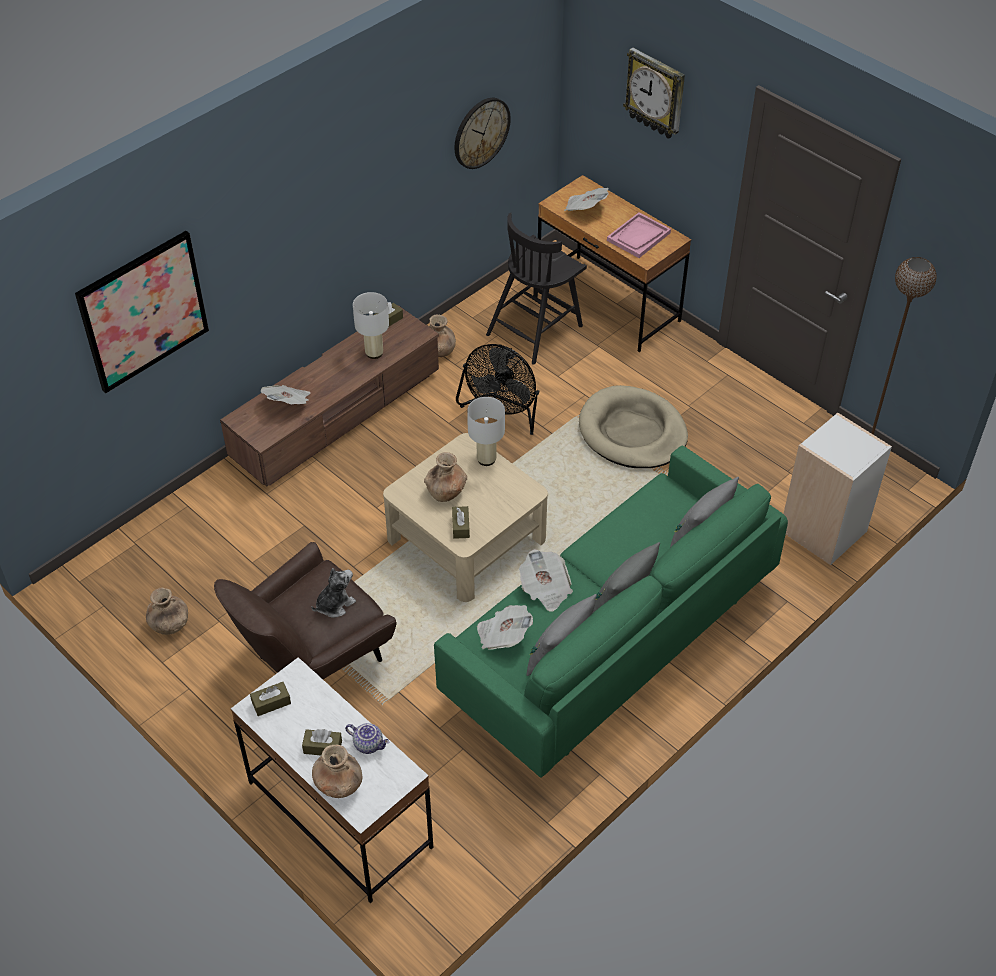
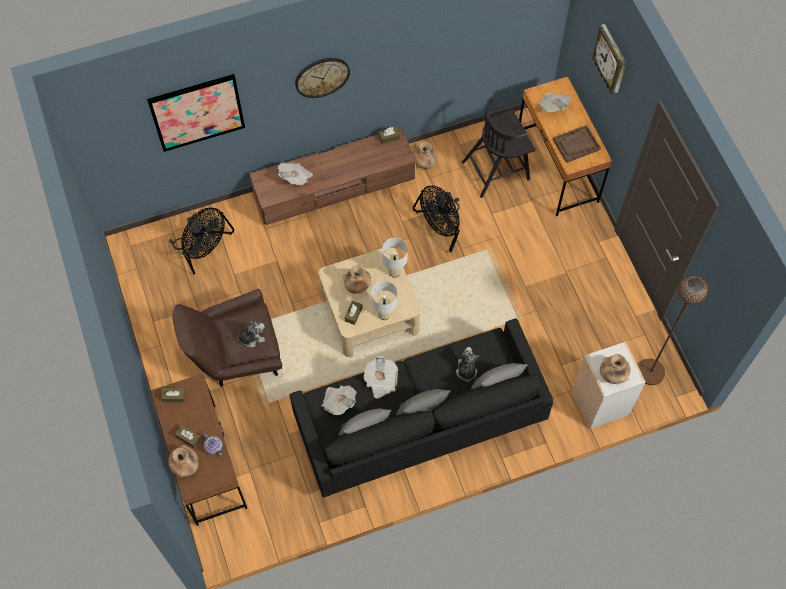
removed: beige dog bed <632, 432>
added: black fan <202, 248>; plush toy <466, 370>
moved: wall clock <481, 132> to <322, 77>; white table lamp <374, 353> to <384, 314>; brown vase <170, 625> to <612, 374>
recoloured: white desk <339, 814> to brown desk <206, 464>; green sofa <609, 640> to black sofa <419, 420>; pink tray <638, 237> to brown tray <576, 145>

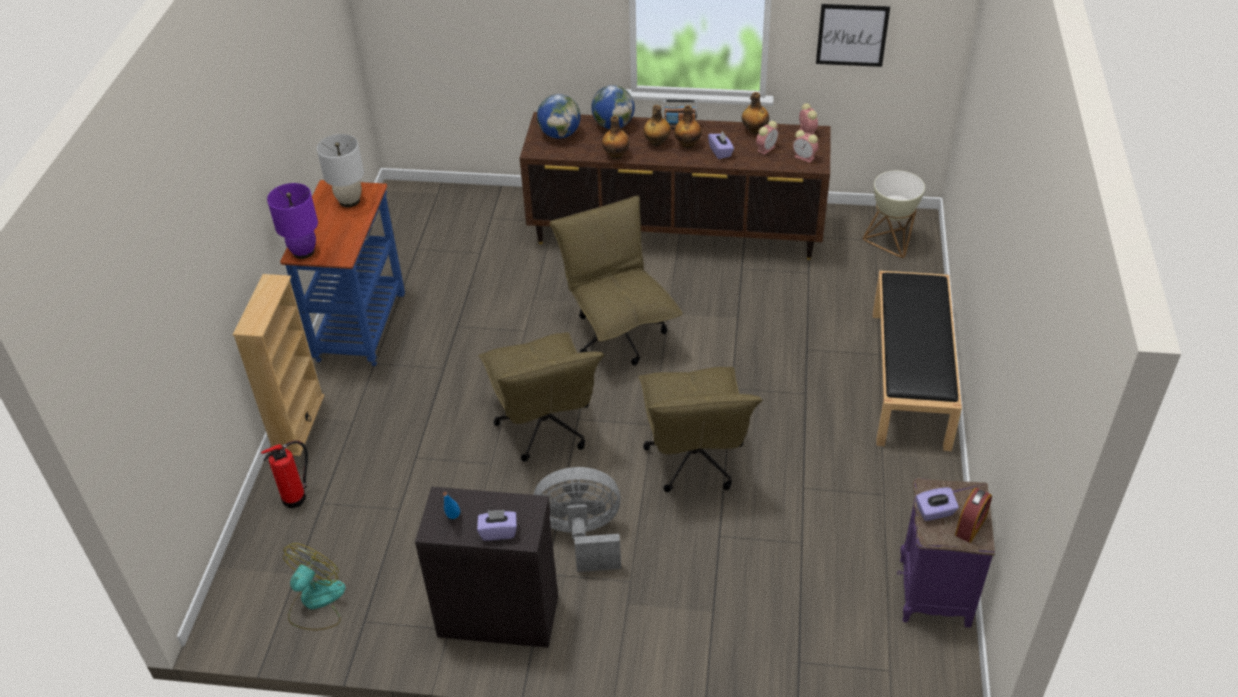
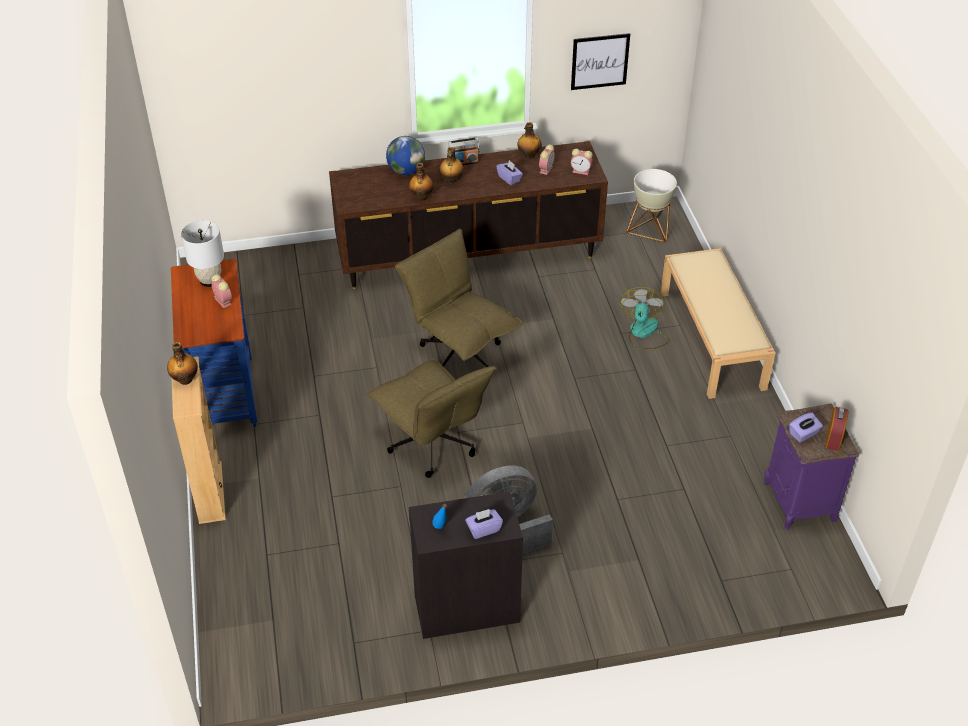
removed: fire extinguisher <296, 497>; purple table lamp <303, 251>; globe <560, 134>; beige office chair <694, 457>
moved: bottle <688, 144> to <185, 379>; alarm clock <806, 131> to <222, 301>; fan <316, 602> to <644, 333>
recoloured: black bench <910, 379> to beige bench <712, 340>

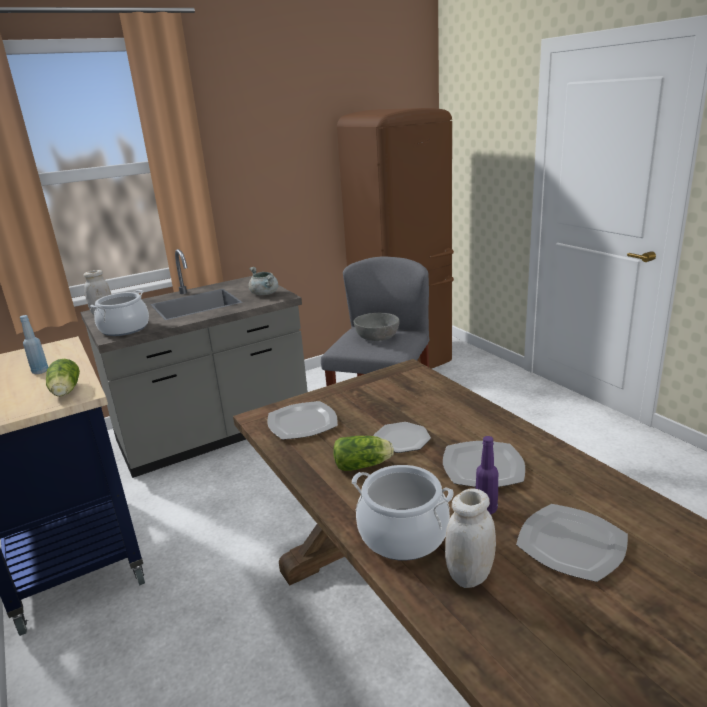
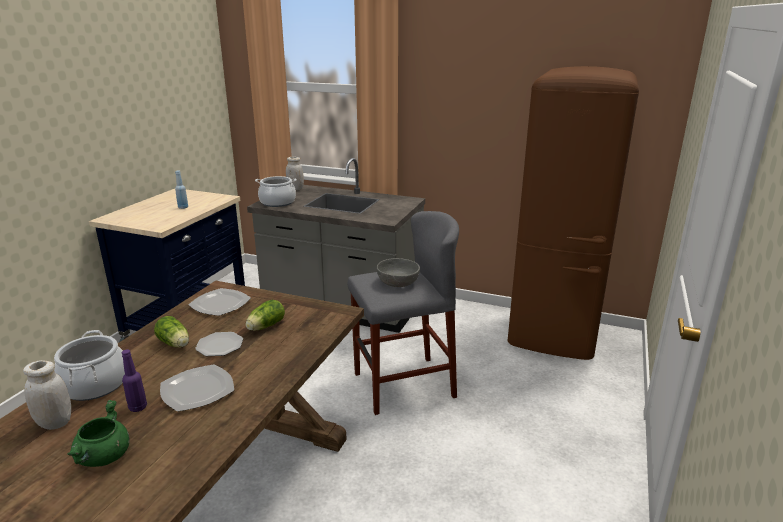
removed: grey cooking pot <265, 294>
moved: lettuce <65, 392> to <264, 326>
replaced: plate <572, 544> to green cooking pot <104, 457>

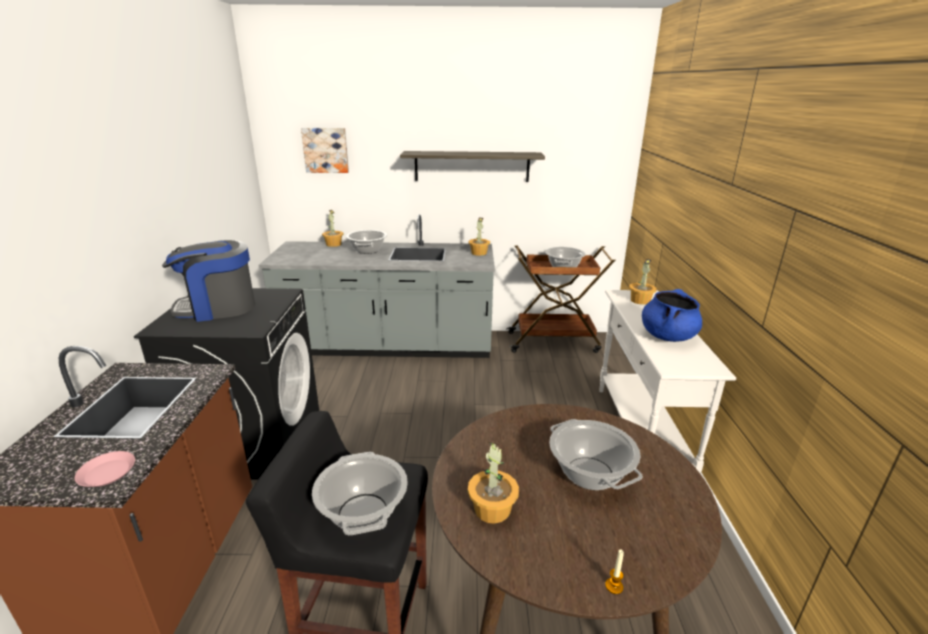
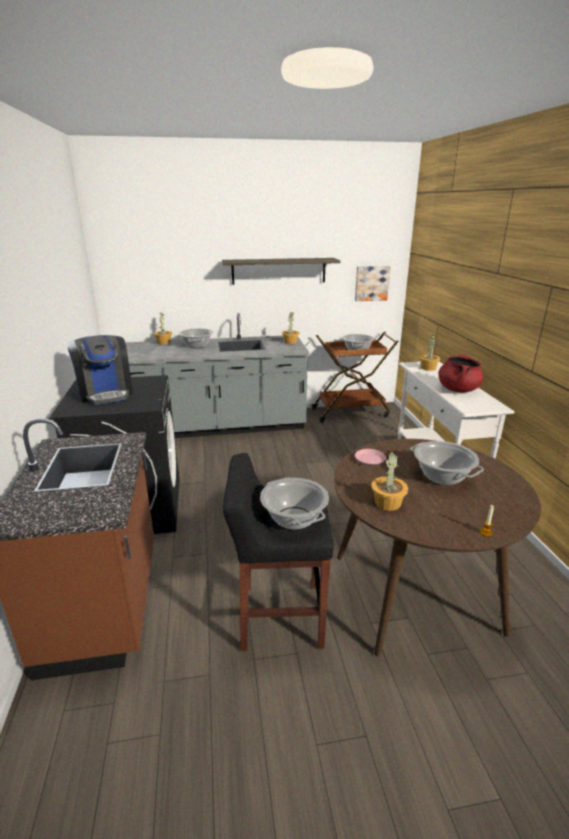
moved: picture <326, 150> to <371, 283>; pink plate <107, 472> to <370, 459>
recoloured: blue cooking pot <667, 336> to red cooking pot <458, 389>
turned: coffee machine <218, 308> = <106, 393> 90 degrees counterclockwise

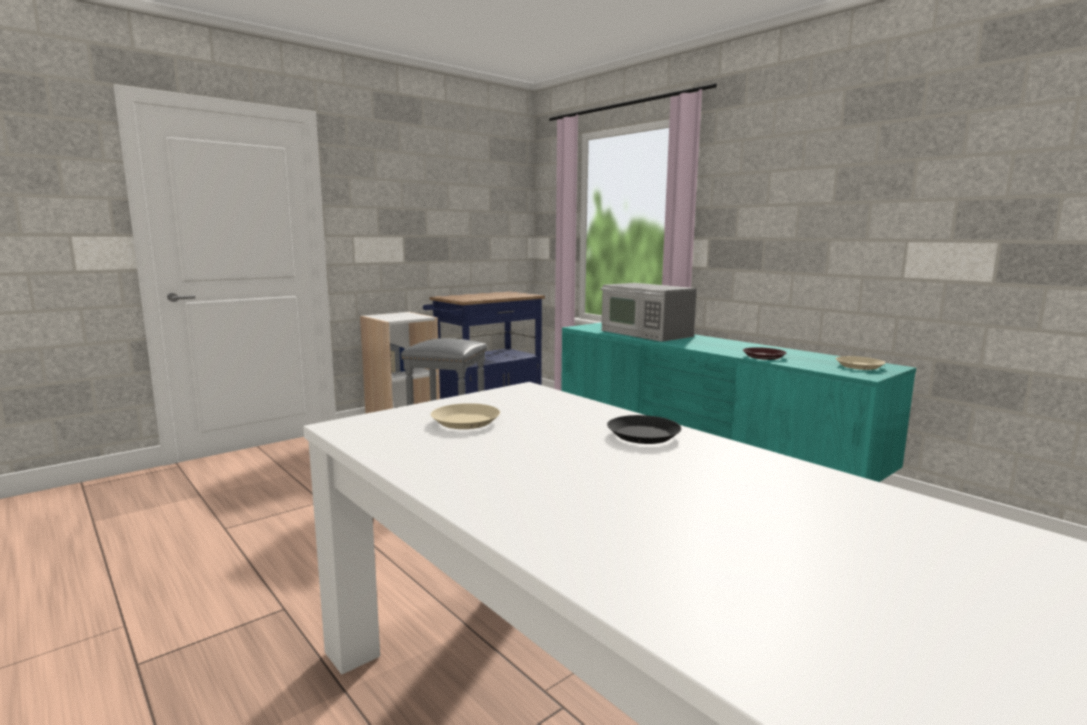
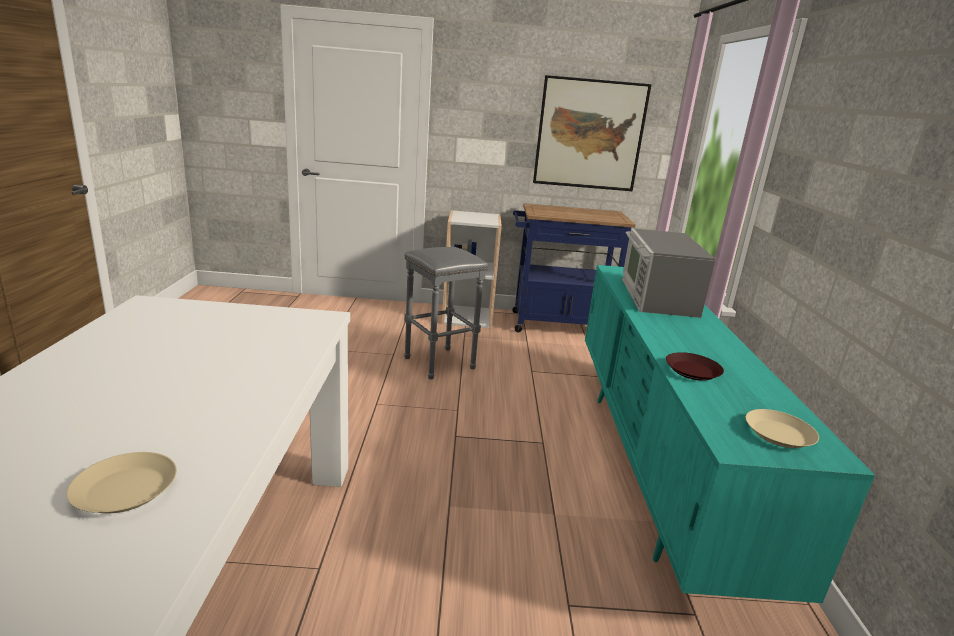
removed: black plate <643, 435>
added: picture <589, 134>
moved: beige plate <466, 421> to <125, 491>

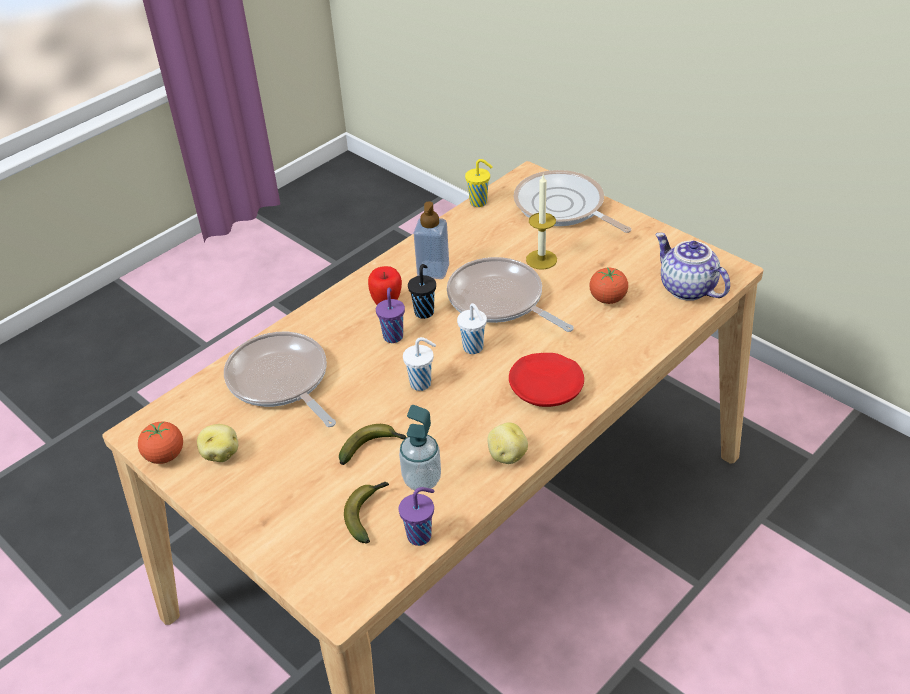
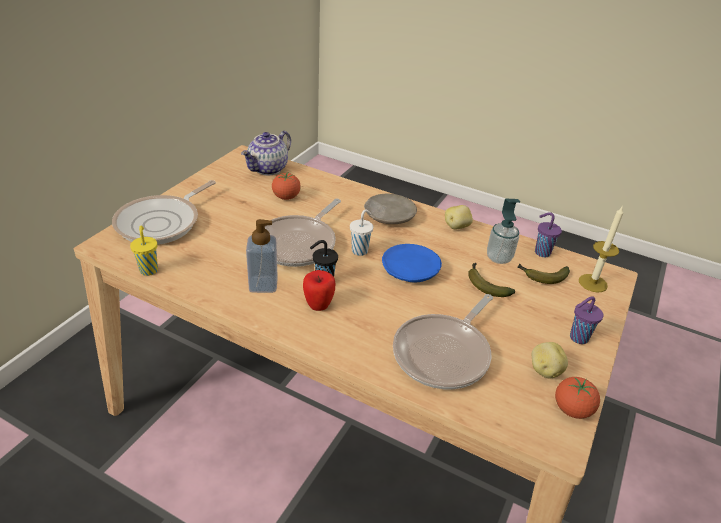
moved: purple cup <393, 336> to <577, 338>; candle <541, 259> to <592, 283>
replaced: white cup <422, 384> to blue plate <409, 270>
recoloured: red plate <546, 388> to beige plate <389, 216>

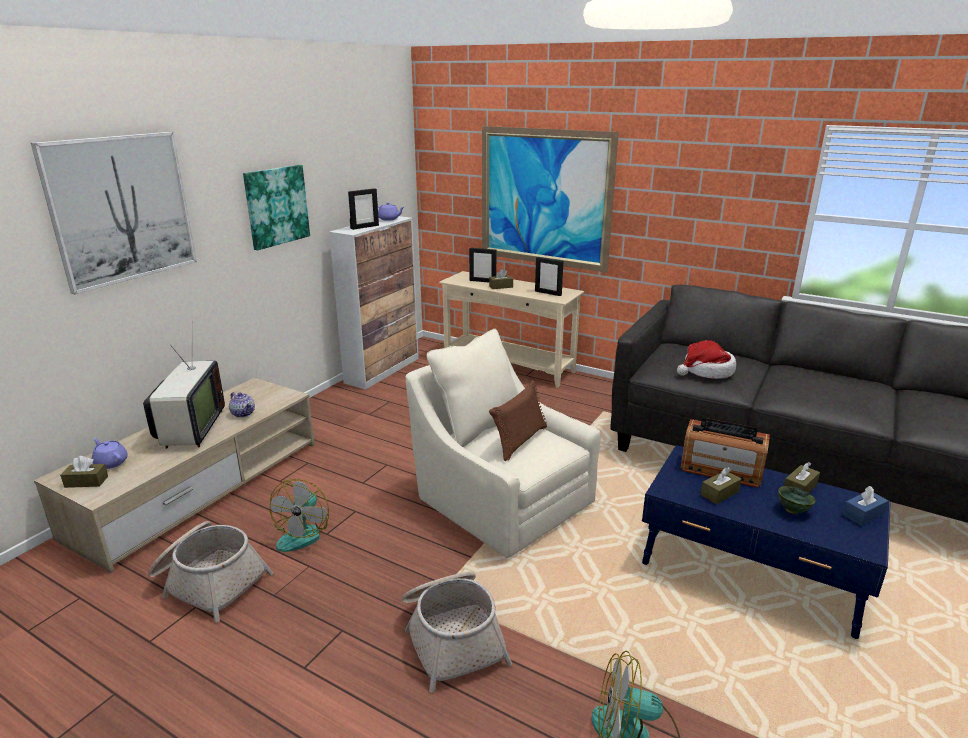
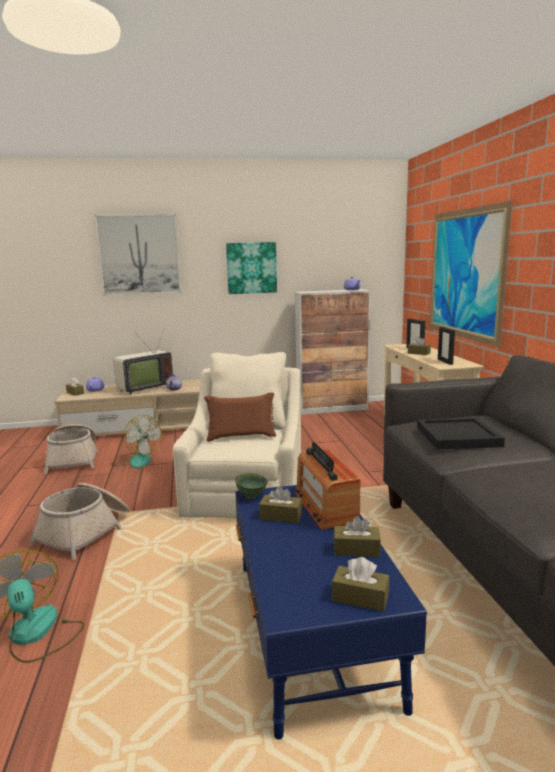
removed: picture frame <364, 227>
moved: green bowl <792, 510> to <251, 496>
replaced: hat <707, 371> to black tray <457, 437>
recoloured: blue tissue box <863, 514> to brown tissue box <360, 597>
turned: fan <303, 533> = <136, 460> 105 degrees counterclockwise

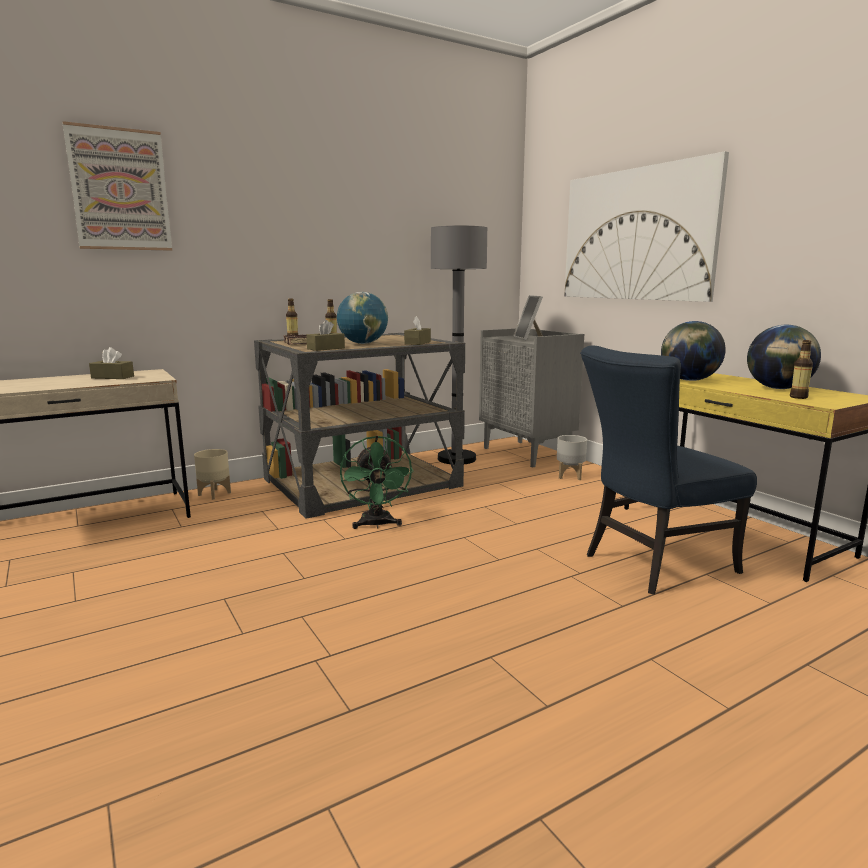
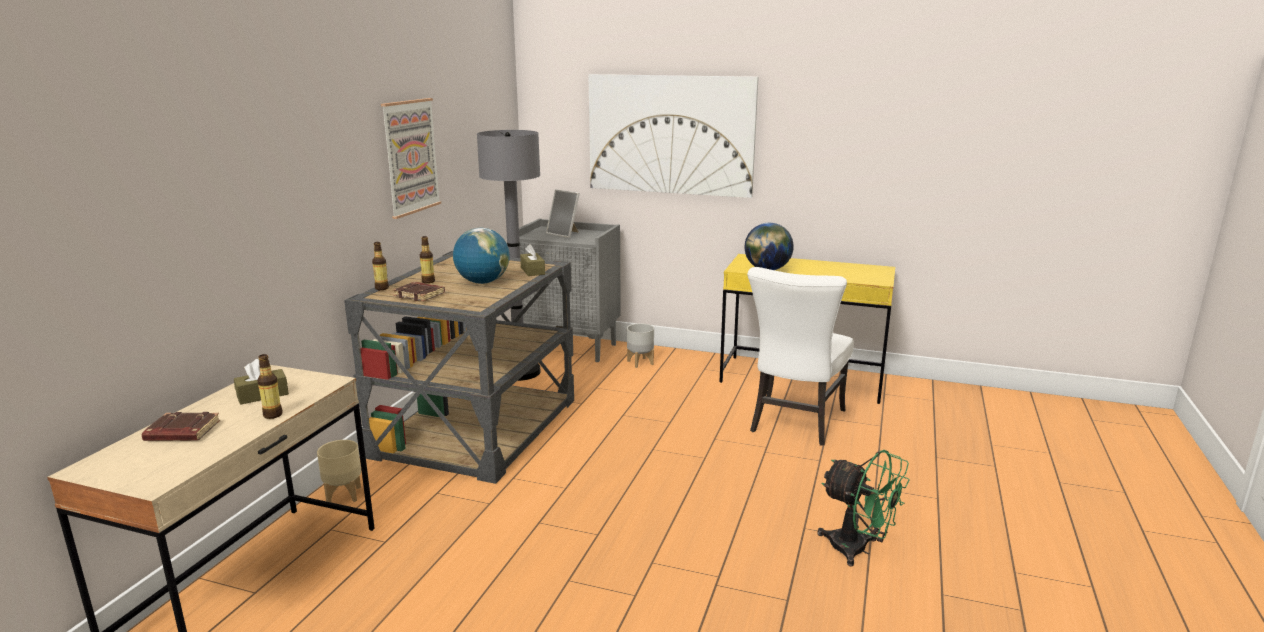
removed: brown tissue box <326, 348>; globe <778, 388>
added: brown book <181, 432>
moved: bottle <798, 397> to <273, 415>; picture <120, 190> to <410, 157>; green fan <376, 525> to <858, 550>
recoloured: blue chair <652, 564> to white chair <794, 422>

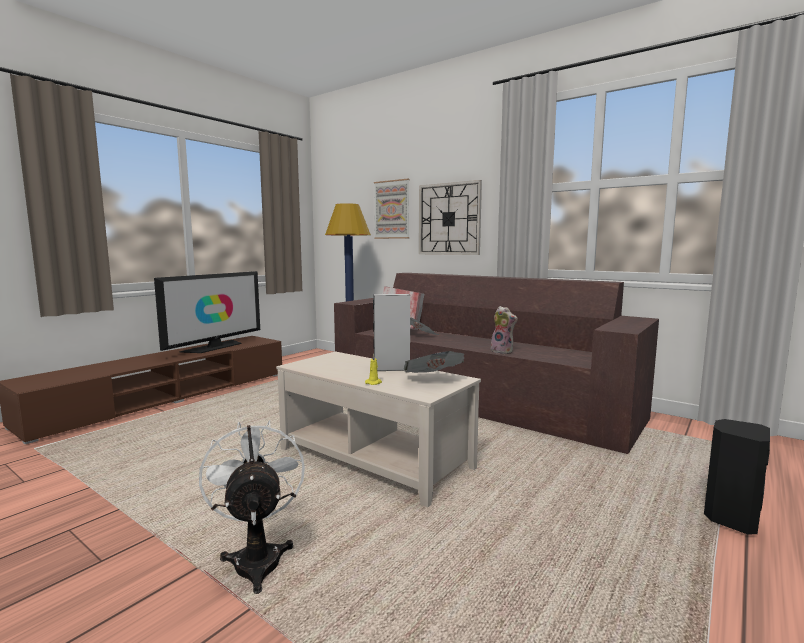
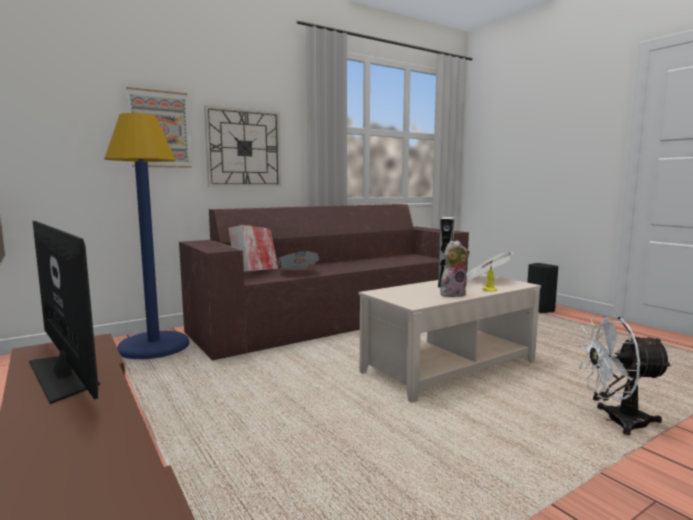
moved: plush toy <503, 351> to <452, 294>

